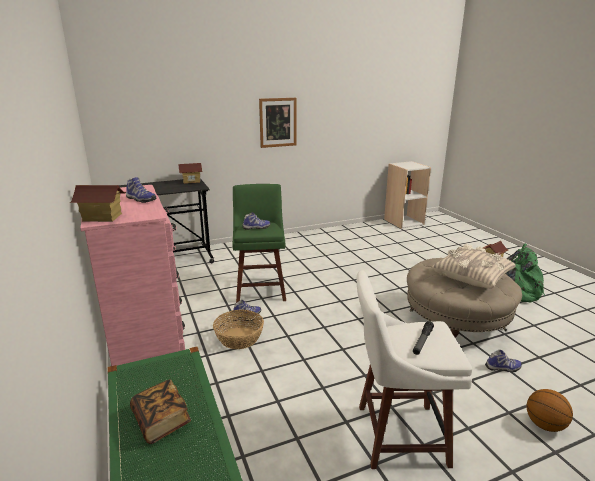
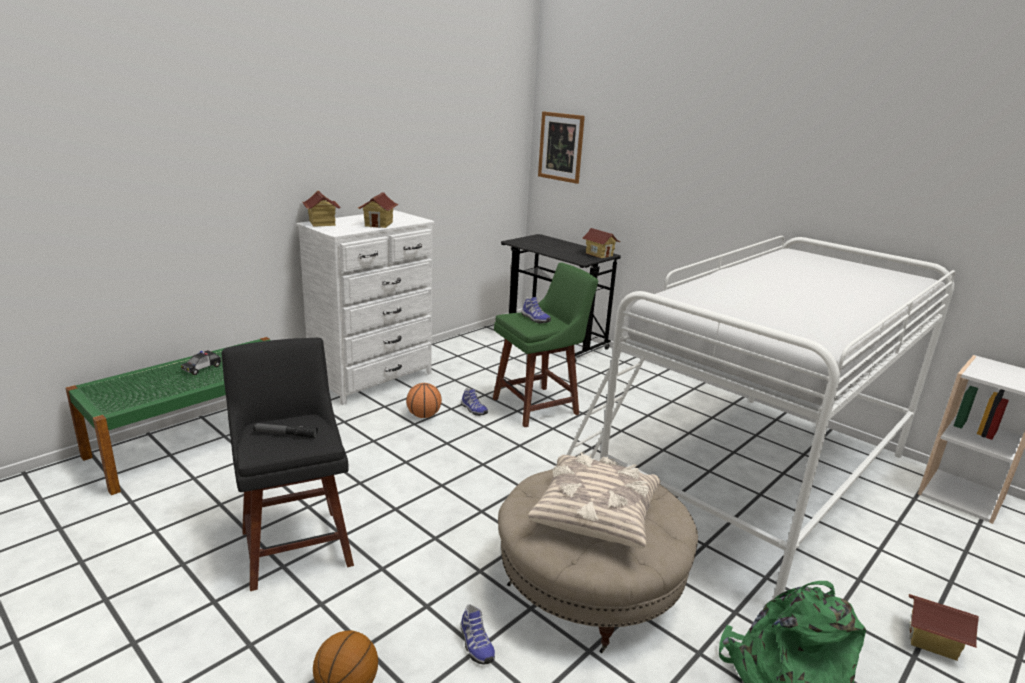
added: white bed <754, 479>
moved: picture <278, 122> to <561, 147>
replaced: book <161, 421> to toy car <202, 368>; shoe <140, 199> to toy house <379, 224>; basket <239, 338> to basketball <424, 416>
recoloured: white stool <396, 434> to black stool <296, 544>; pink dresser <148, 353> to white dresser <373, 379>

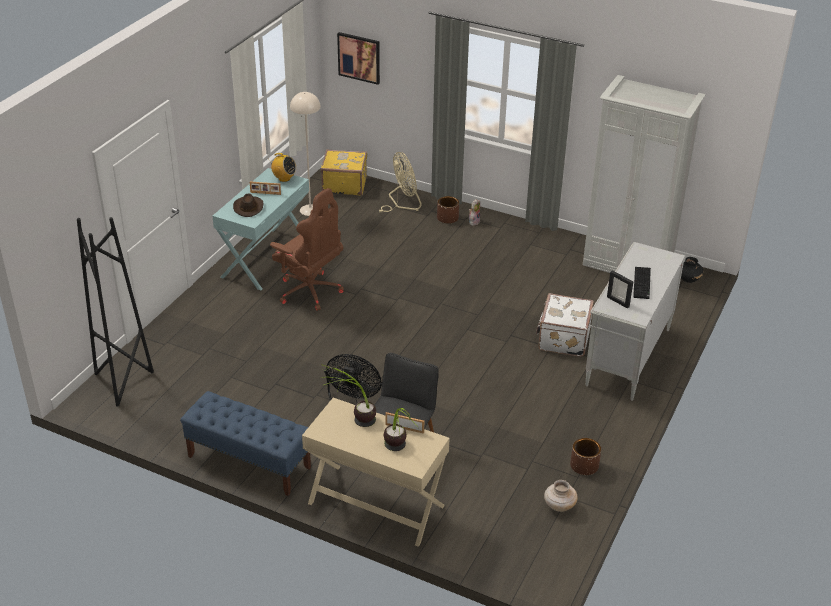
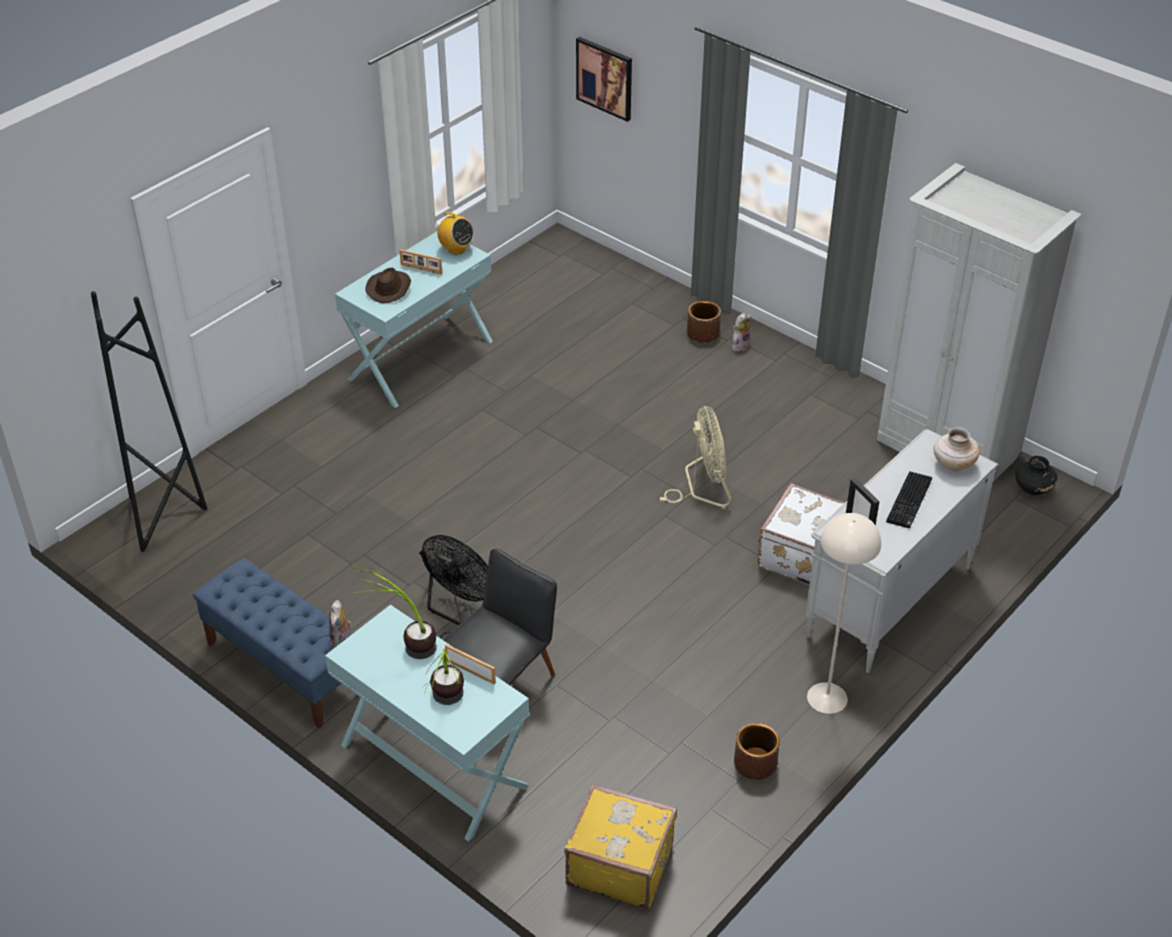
removed: brown office chair <309, 291>
added: plush toy <341, 639>
moved: yellow suitcase <344, 185> to <620, 864>; beige fan <400, 201> to <701, 484>; beige floor lamp <310, 210> to <827, 698>; beige vase <559, 506> to <953, 464>
recoloured: beige desk <376, 505> to turquoise desk <433, 765>

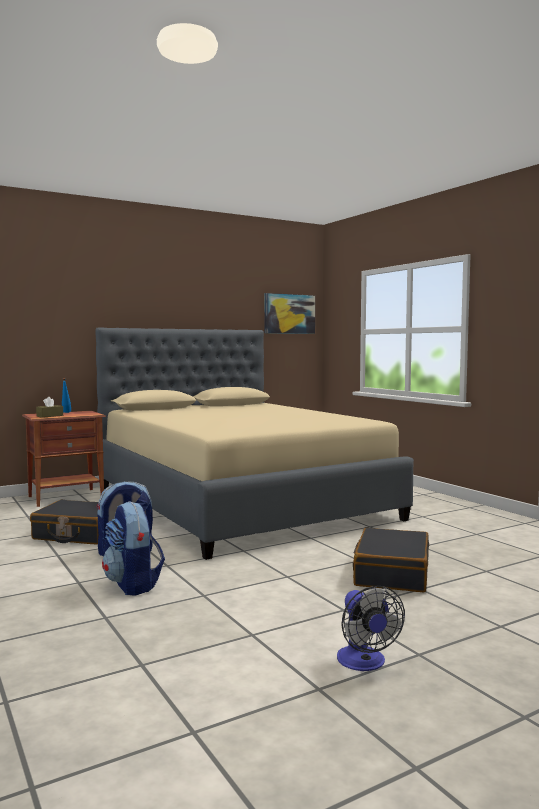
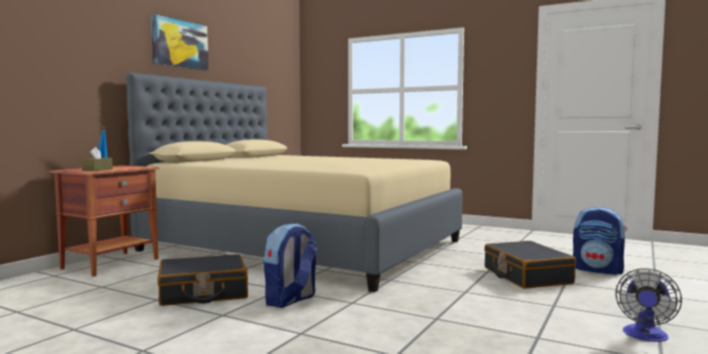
moved: picture <289, 314> to <180, 44>; backpack <133, 585> to <598, 270>
turned: fan <364, 663> = <645, 336> 75 degrees clockwise

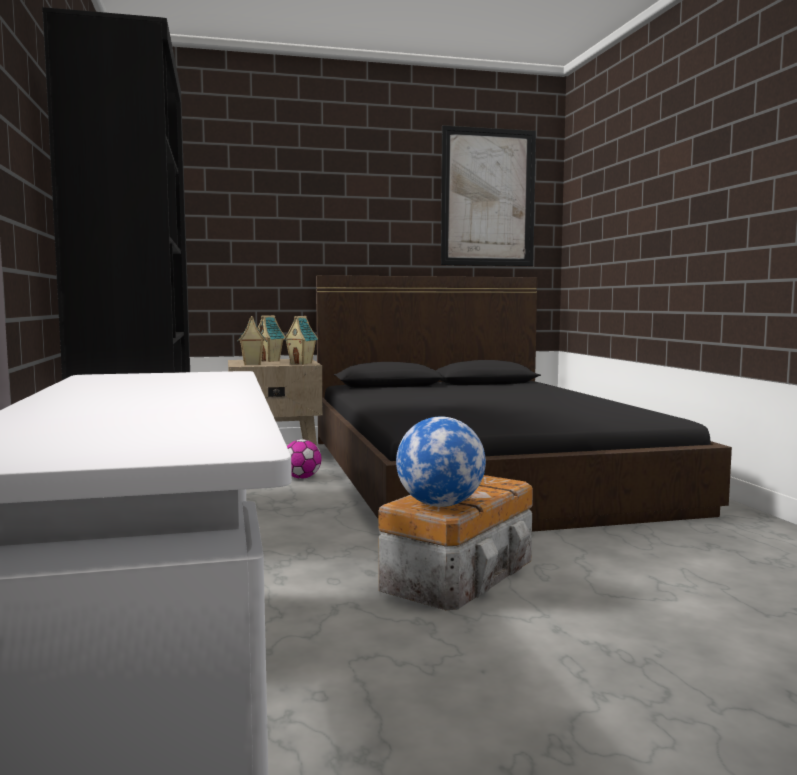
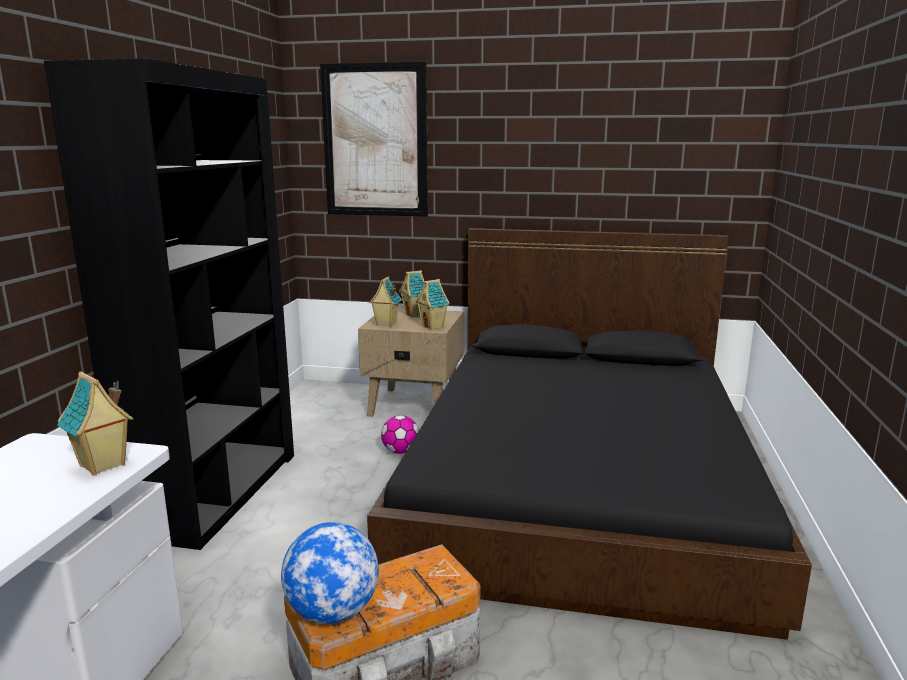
added: toy house <102, 466>
moved: picture <488, 197> to <375, 141>

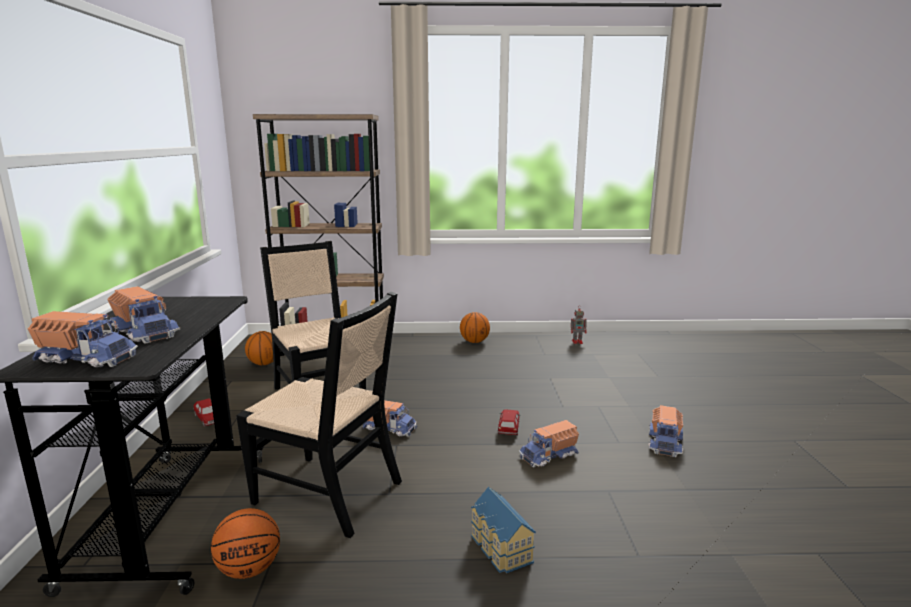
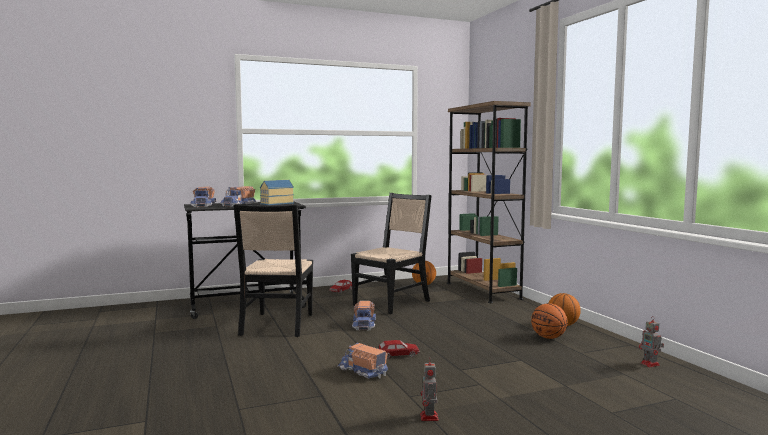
moved: toy house <499, 549> to <275, 203>; basketball <249, 569> to <548, 337>
replaced: toy truck <666, 442> to toy robot <429, 417>

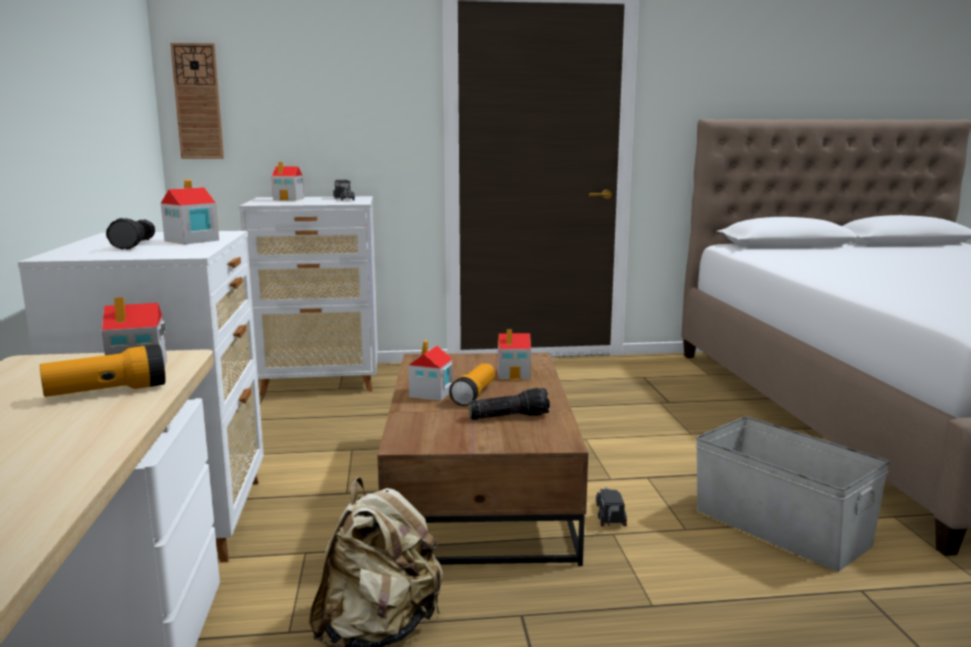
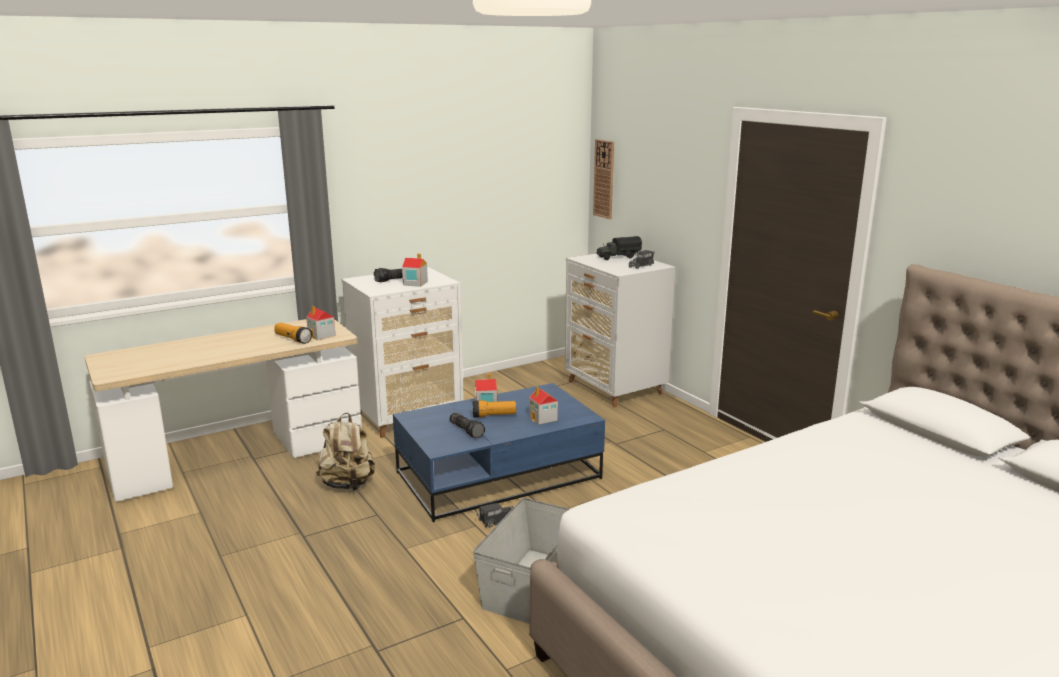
replaced: toy house <289, 199> to toy truck <618, 257>
recoloured: brown coffee table <480, 491> to blue coffee table <497, 476>

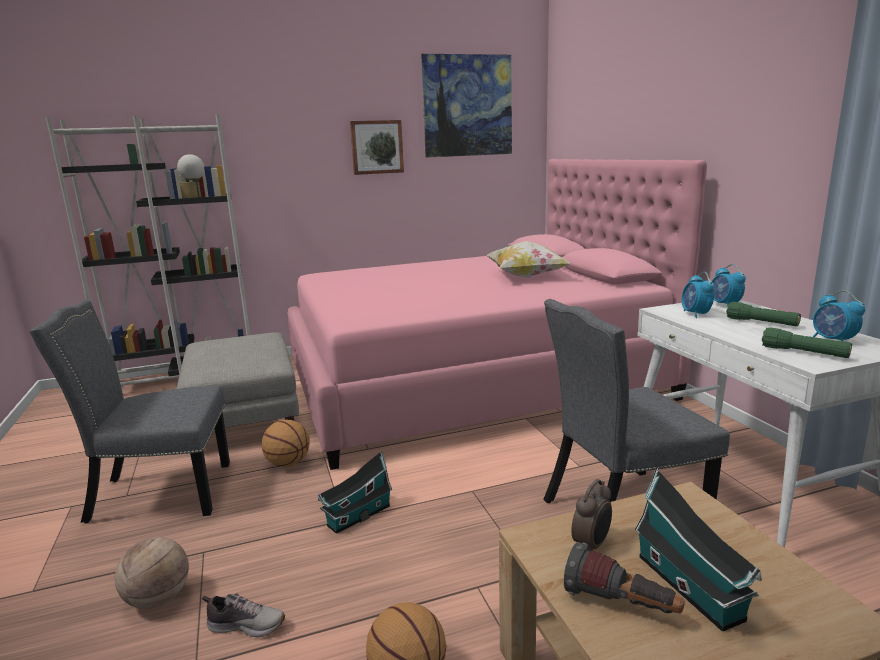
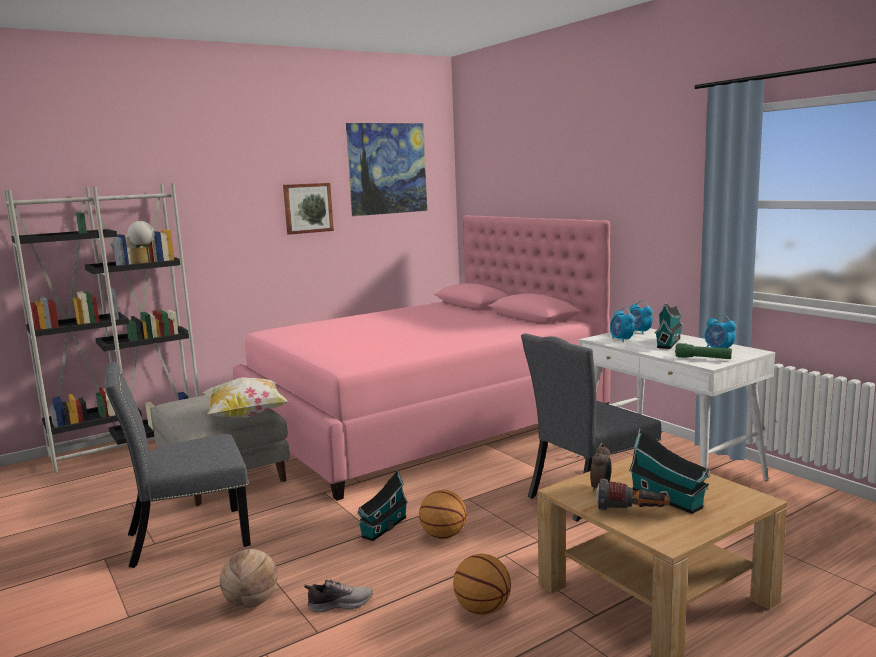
moved: pillow <526, 277> to <246, 415>; basketball <288, 463> to <444, 535>
replaced: green flashlight <761, 323> to toy house <669, 342>

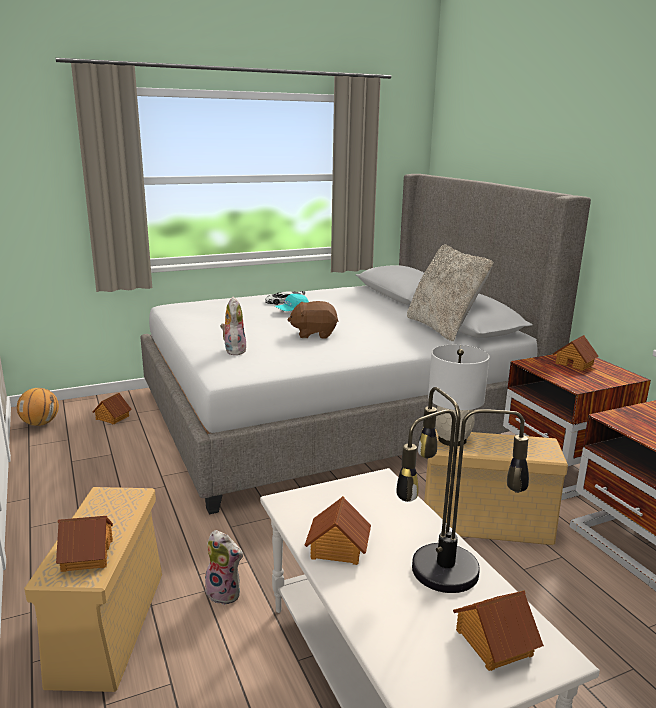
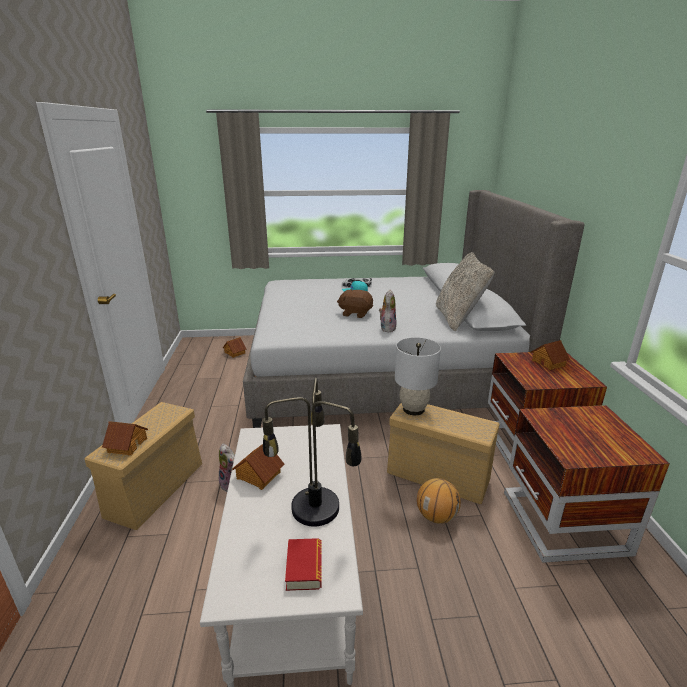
moved: plush toy <234, 350> to <387, 328>; basketball <40, 423> to <436, 516>
replaced: toy house <493, 642> to book <304, 568>

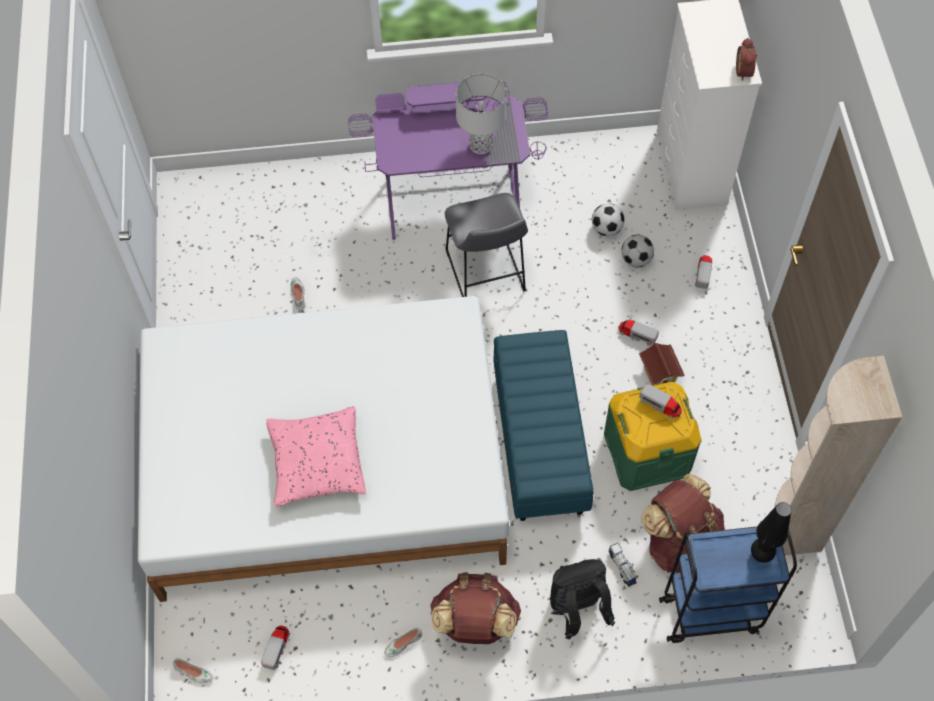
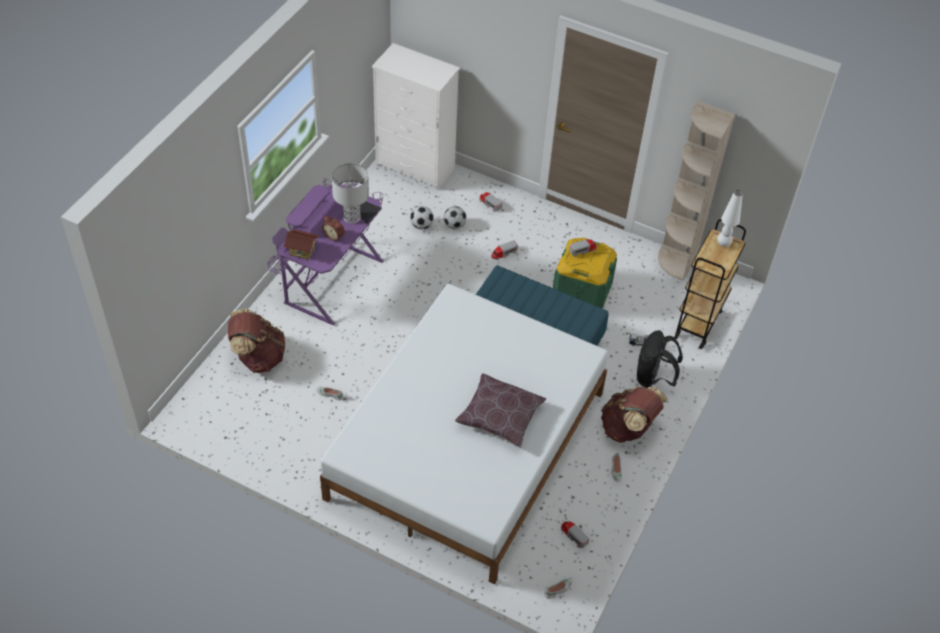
removed: grey stool <486, 275>
moved: brown backpack <681, 542> to <258, 357>; toy house <659, 374> to <302, 251>; alarm clock <745, 71> to <334, 235>
recoloured: pink pillow <317, 463> to brown pillow <500, 416>; blue cart <709, 617> to brown cart <698, 325>; black table lamp <761, 554> to white table lamp <723, 244>

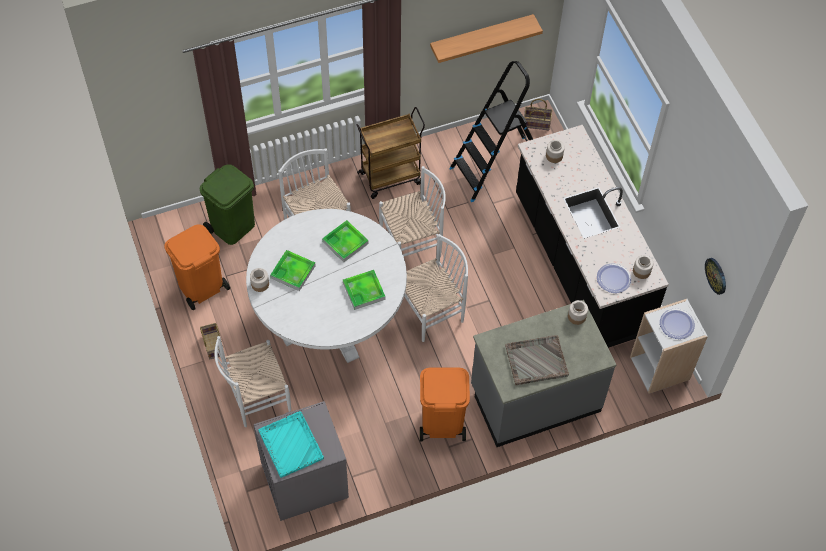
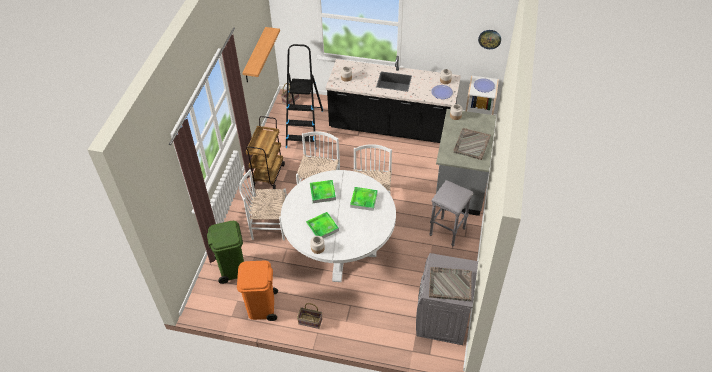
removed: white chair <255, 396>
replaced: orange trash can <441, 423> to grey stool <447, 232>
recoloured: turquoise tray <290, 444> to grey tray <449, 284>

